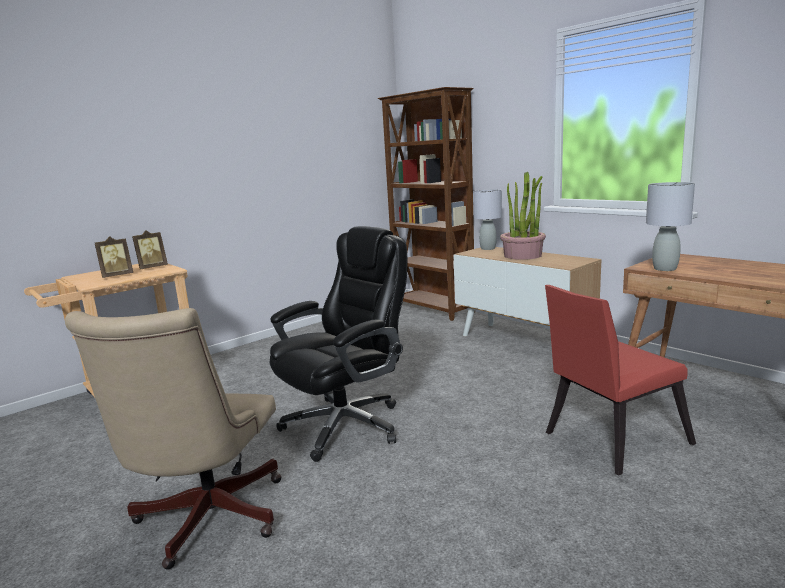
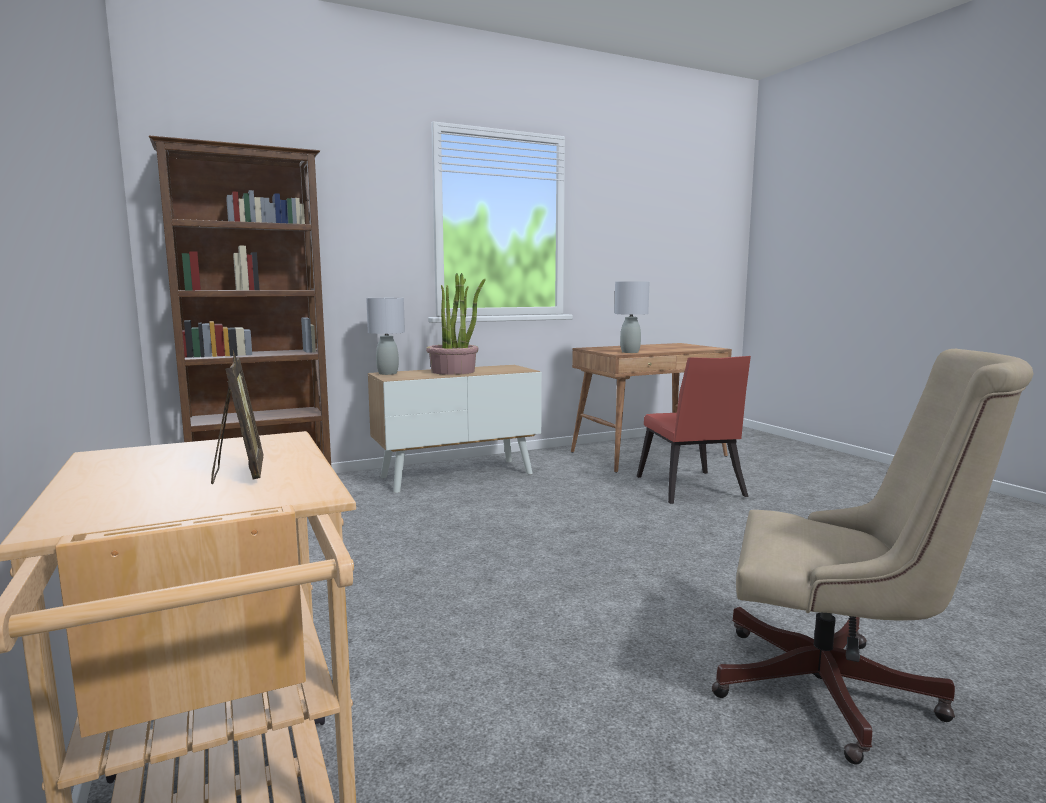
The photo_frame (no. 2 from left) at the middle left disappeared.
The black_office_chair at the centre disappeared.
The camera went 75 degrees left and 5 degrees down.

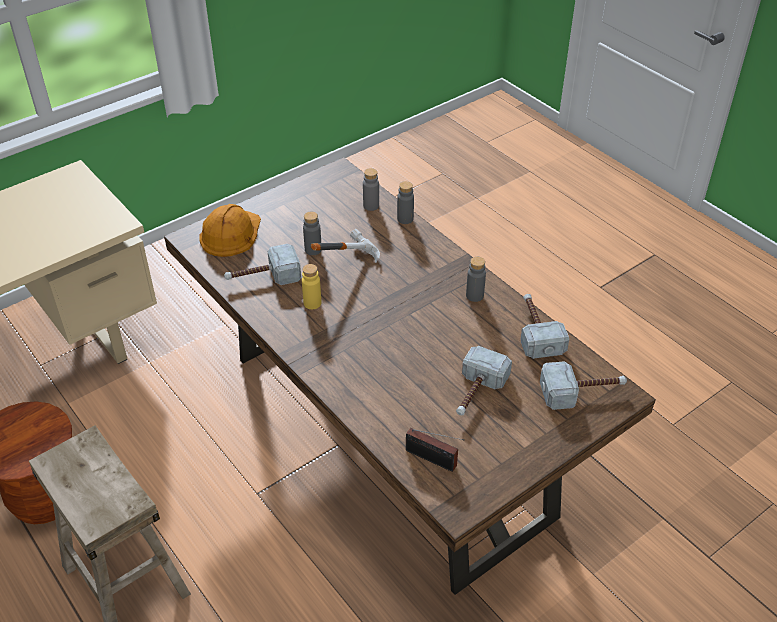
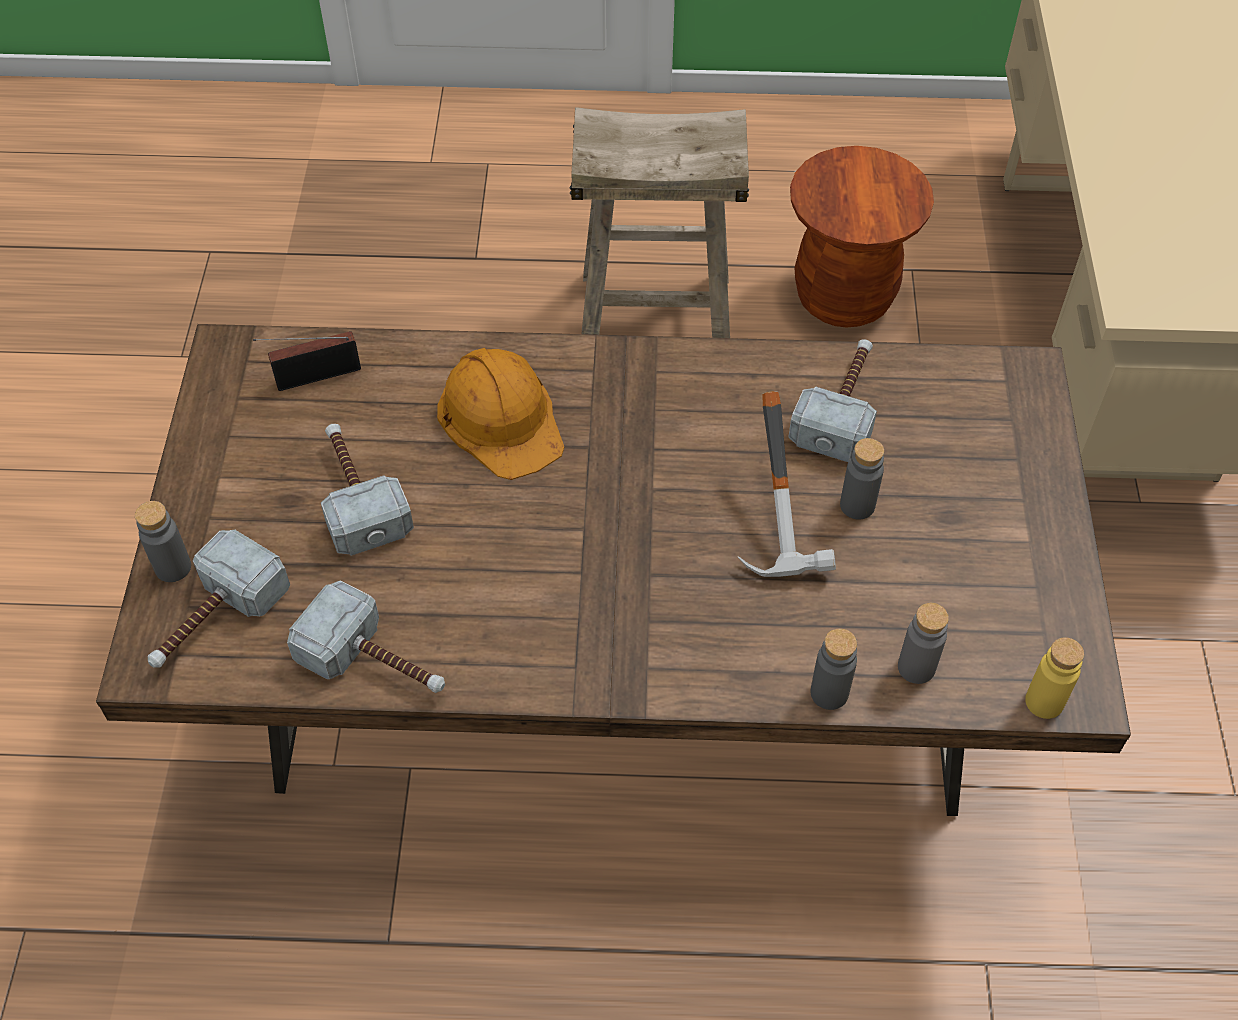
The orange_safety_helmet moved from the middle left to the centre.
The yellow-coloured_drink_bottle moved from the centre to the middle right.
The greyish_drink_bottle (no. 4 from left in the first image) moved from the centre to the middle left.
The camera went 130 degrees right and 10 degrees up.

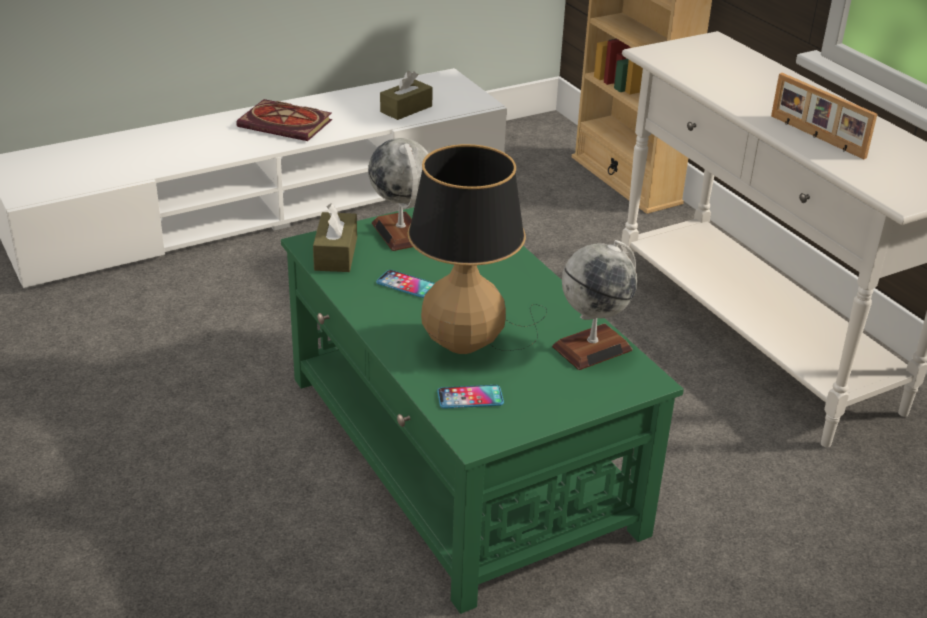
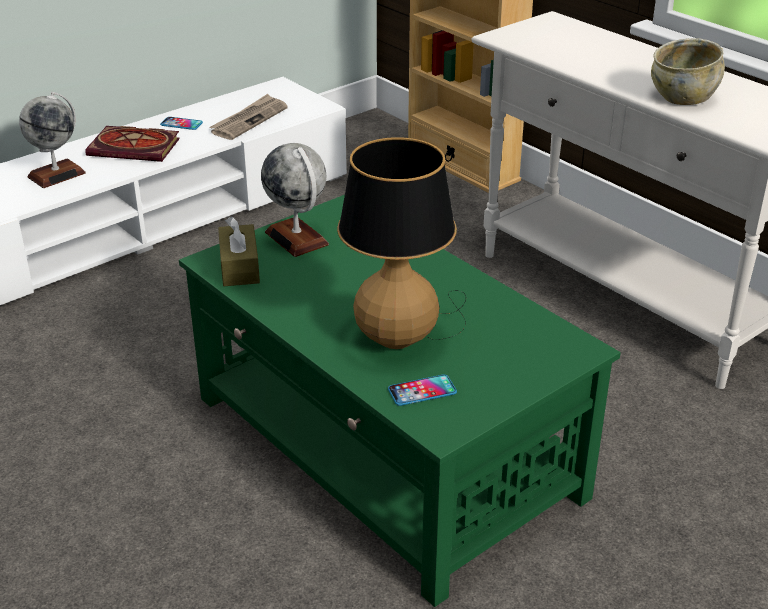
The telephone (no. 1 from left) moved from the centre to the top left.
The brown-coloured_tissue_box (no. 2 from left) at the top centre was replaced by the daily_paper at the top left.
The world_globe (no. 2 from left in the first image) moved from the centre to the top left.
The photo_frame at the top right was replaced by the beige_bowl at the top right.
The camera went 10 degrees left and 0 degrees up.

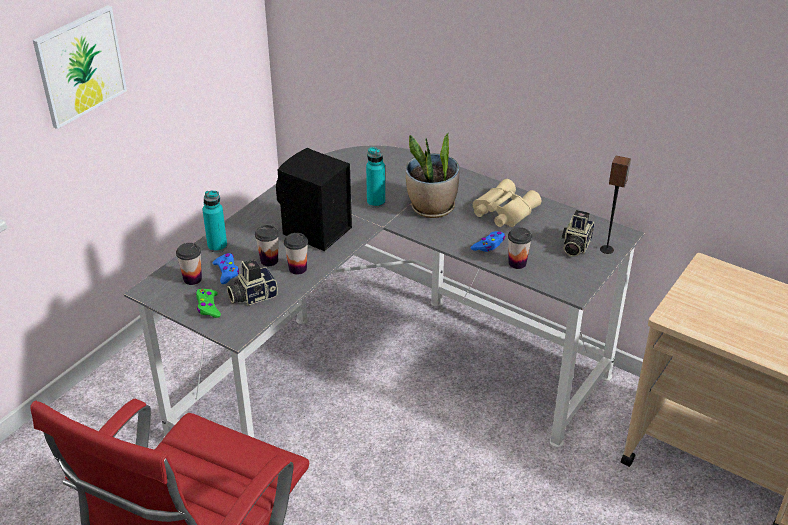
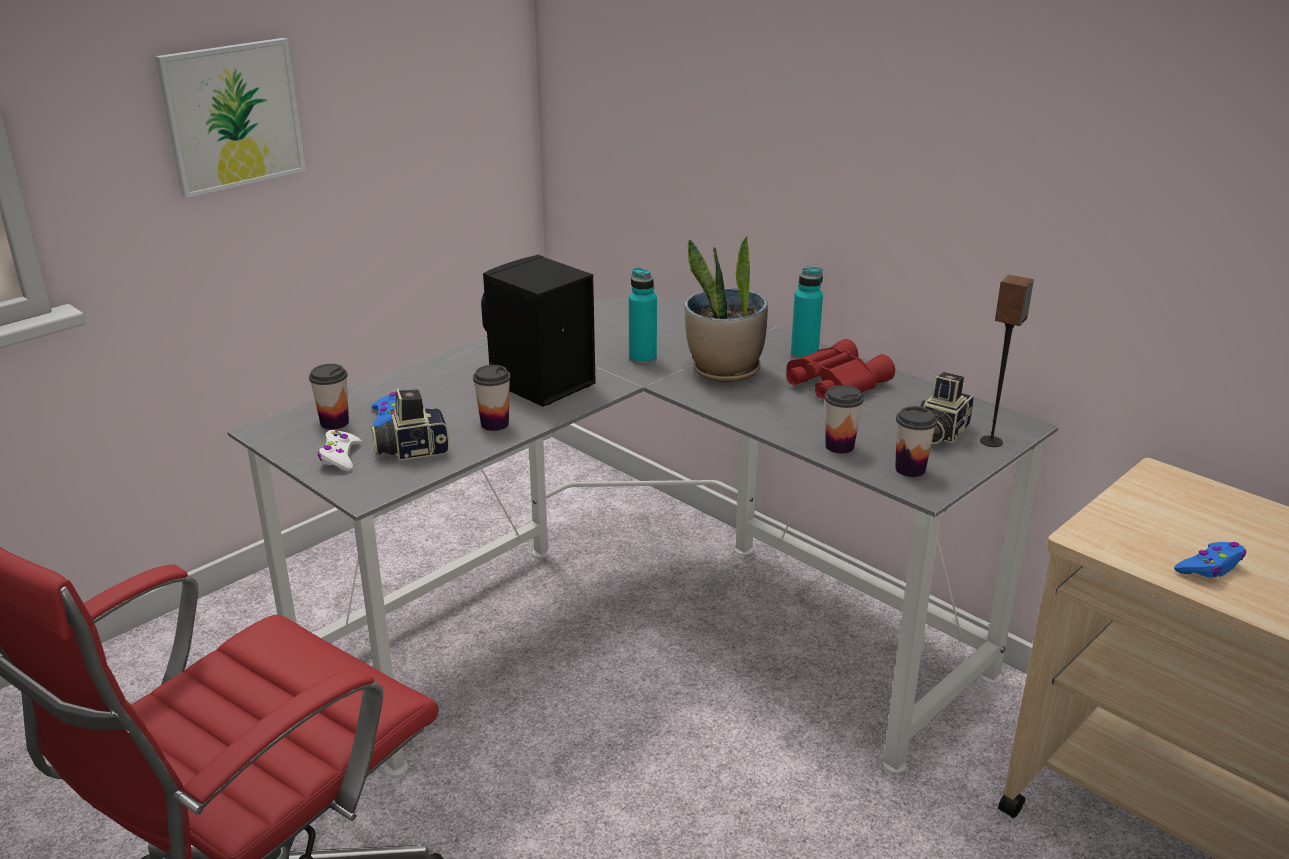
The green-coloured_game_controller at the middle left became the white-coloured_game_controller at the middle left.
The blue-green_drink_bottle (no. 1 from left in the first image) moved from the middle left to the centre.
The small_cup (no. 2 from left in the first image) moved from the centre to the middle right.
The bluish_game_controller (no. 2 from left) moved from the centre to the middle right.
The beige_pair_of_binoculars at the centre became the red-coloured_pair_of_binoculars at the centre.
The camera went 10 degrees right and 10 degrees down.

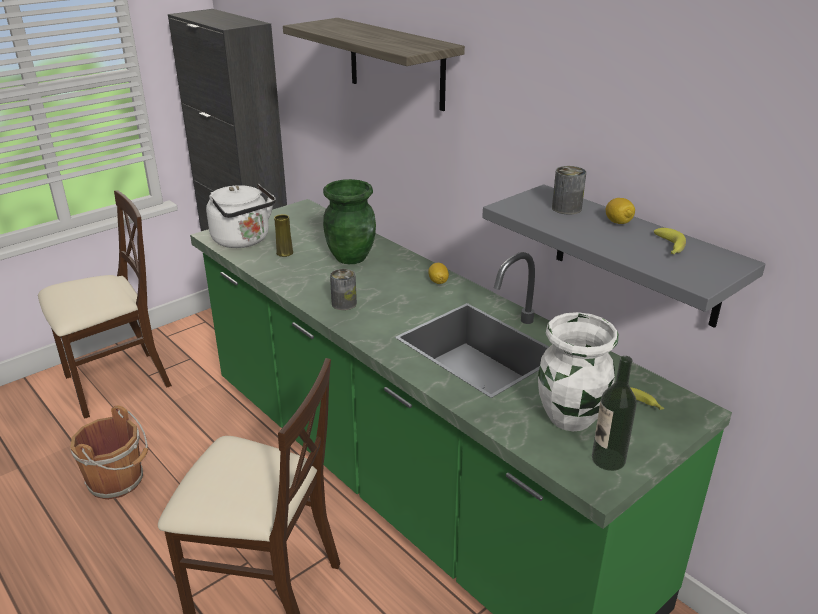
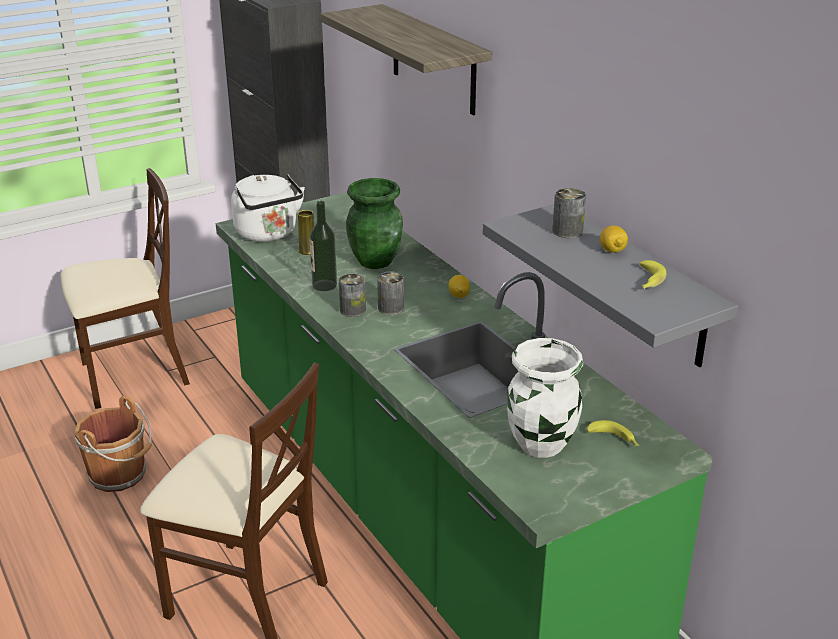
The drink_bottle moved from the bottom right to the centre.
The sealed_can (no. 2 from left) at the centre appeared.
The camera went 10 degrees right and 0 degrees up.

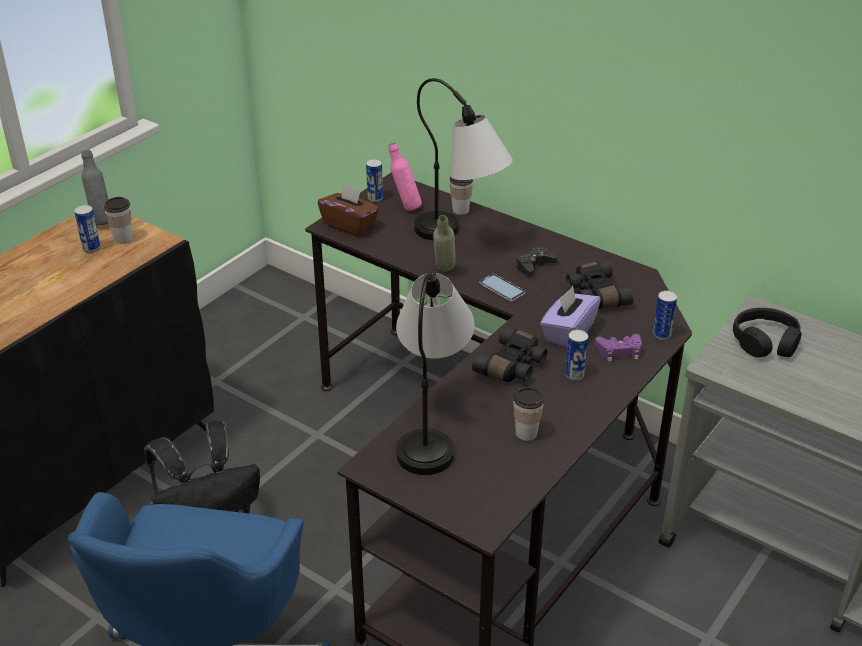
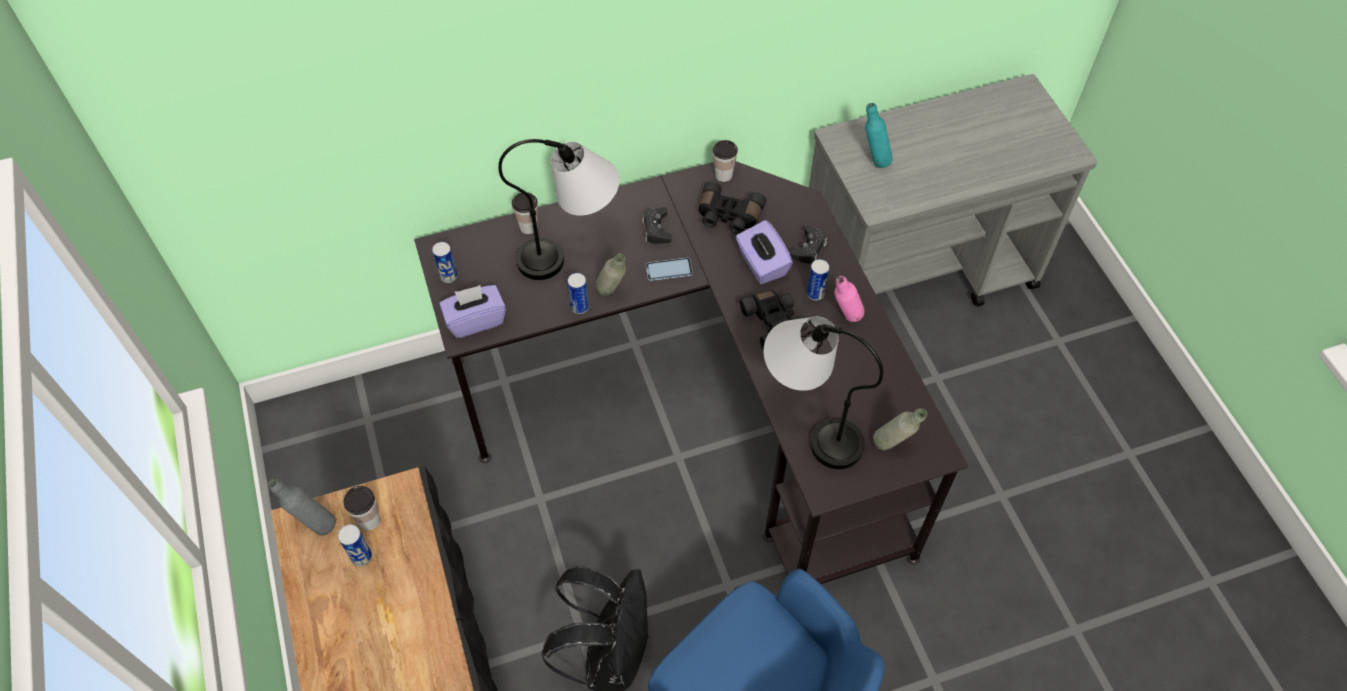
The brown-coloured_tissue_box at the top centre became the purple_tissue_box (no. 1 from left) at the centre.
The pink_drink_bottle moved from the top centre to the centre.
The small_cup (no. 3 from left) moved from the centre to the top centre.
The purple_game_controller at the middle right became the black_game_controller (no. 2 from left) at the centre.
The sealed_can (no. 4 from left in the first image) moved from the middle right to the centre.
The black_headphones at the middle right was replaced by the blue-green_drink_bottle at the top centre.
The greyish_drink_bottle (no. 3 from left) at the middle right appeared.
The camera went 55 degrees left and 20 degrees up.

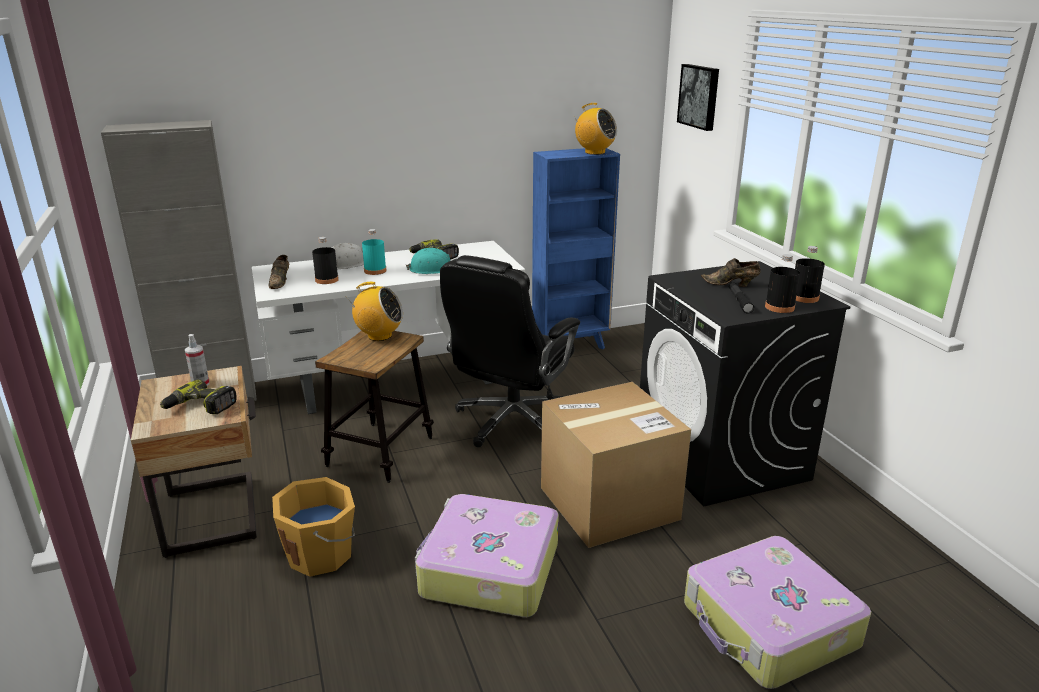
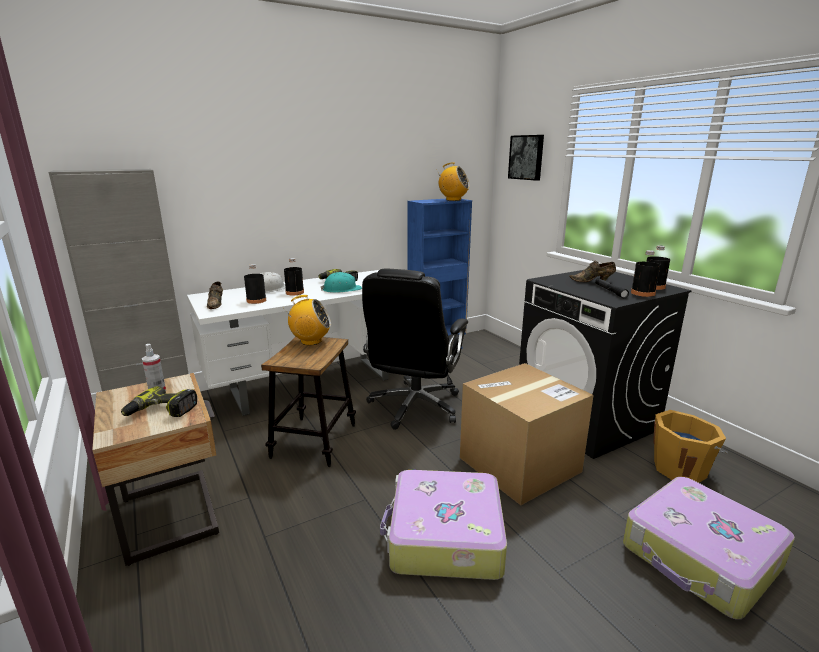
The orange_pail moved from the bottom left to the bottom right.
The blue-green_drink_bottle at the centre became the black_drink_bottle (no. 2 from left) at the centre.
The camera went 10 degrees left and 5 degrees down.

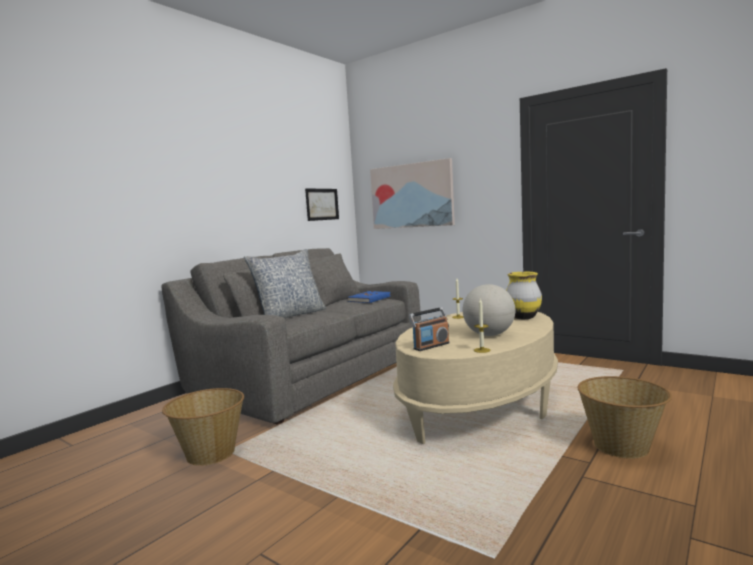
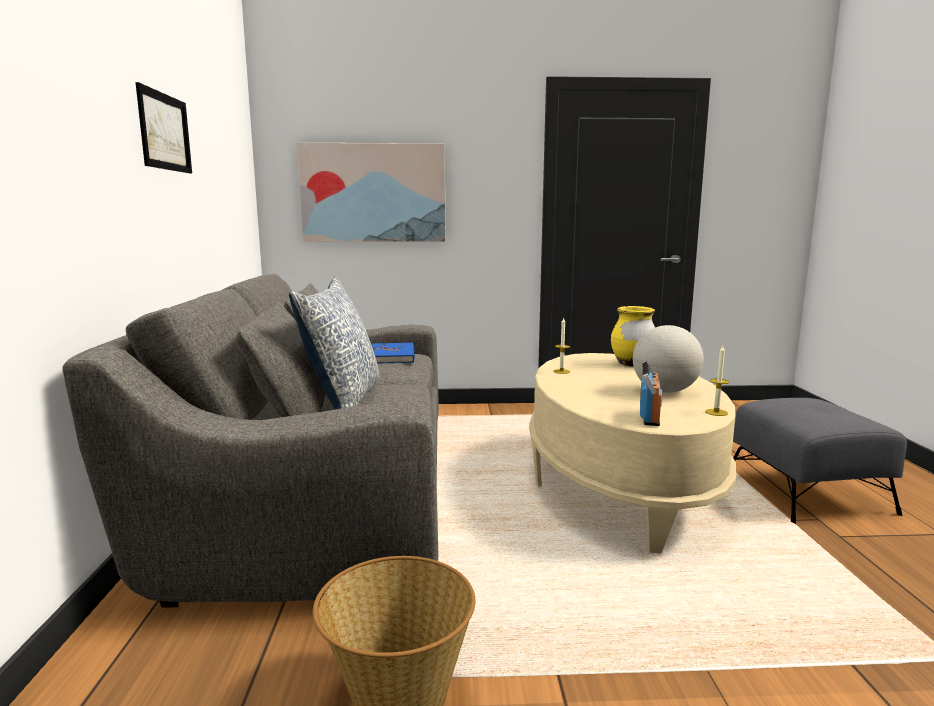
The picture (no. 1 from left) moved from the centre to the top left.
The basket (no. 2 from left) at the bottom right was replaced by the greyish_pouffe at the middle right.
The camera went 40 degrees left and 5 degrees up.

